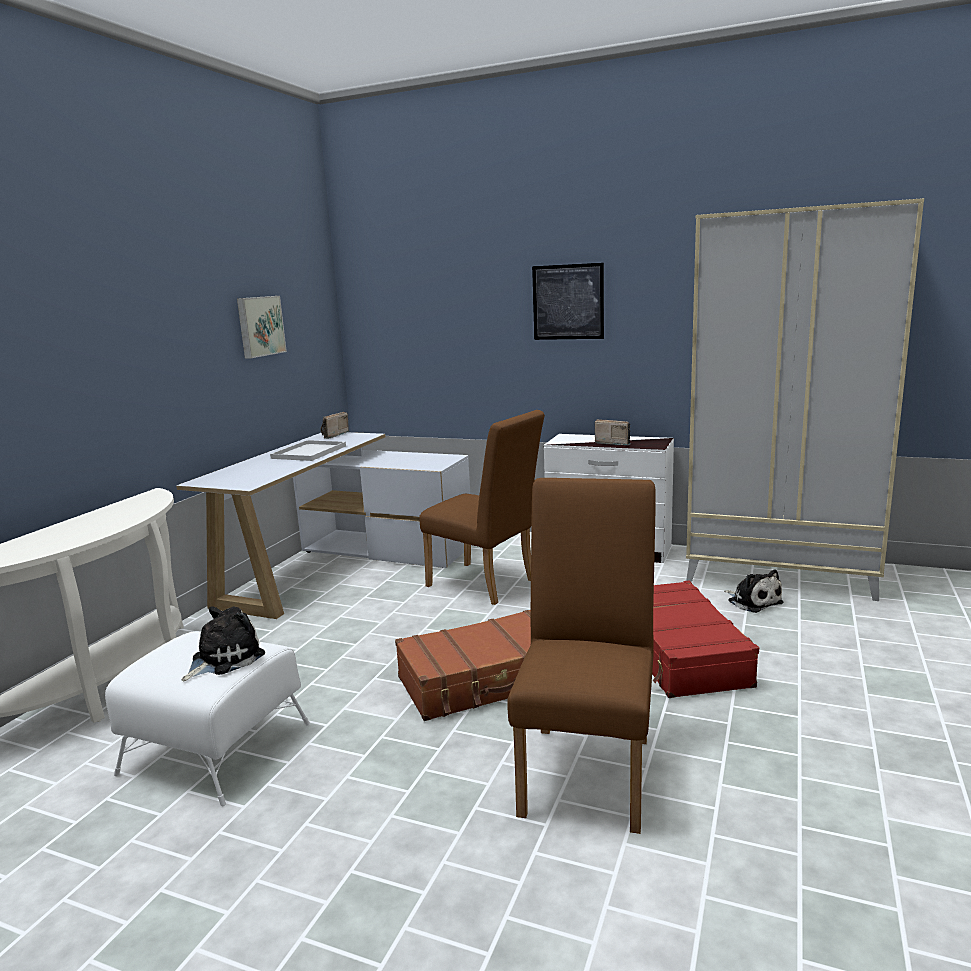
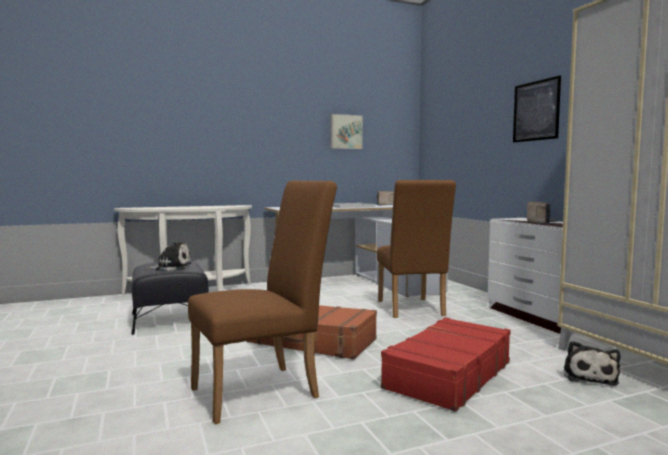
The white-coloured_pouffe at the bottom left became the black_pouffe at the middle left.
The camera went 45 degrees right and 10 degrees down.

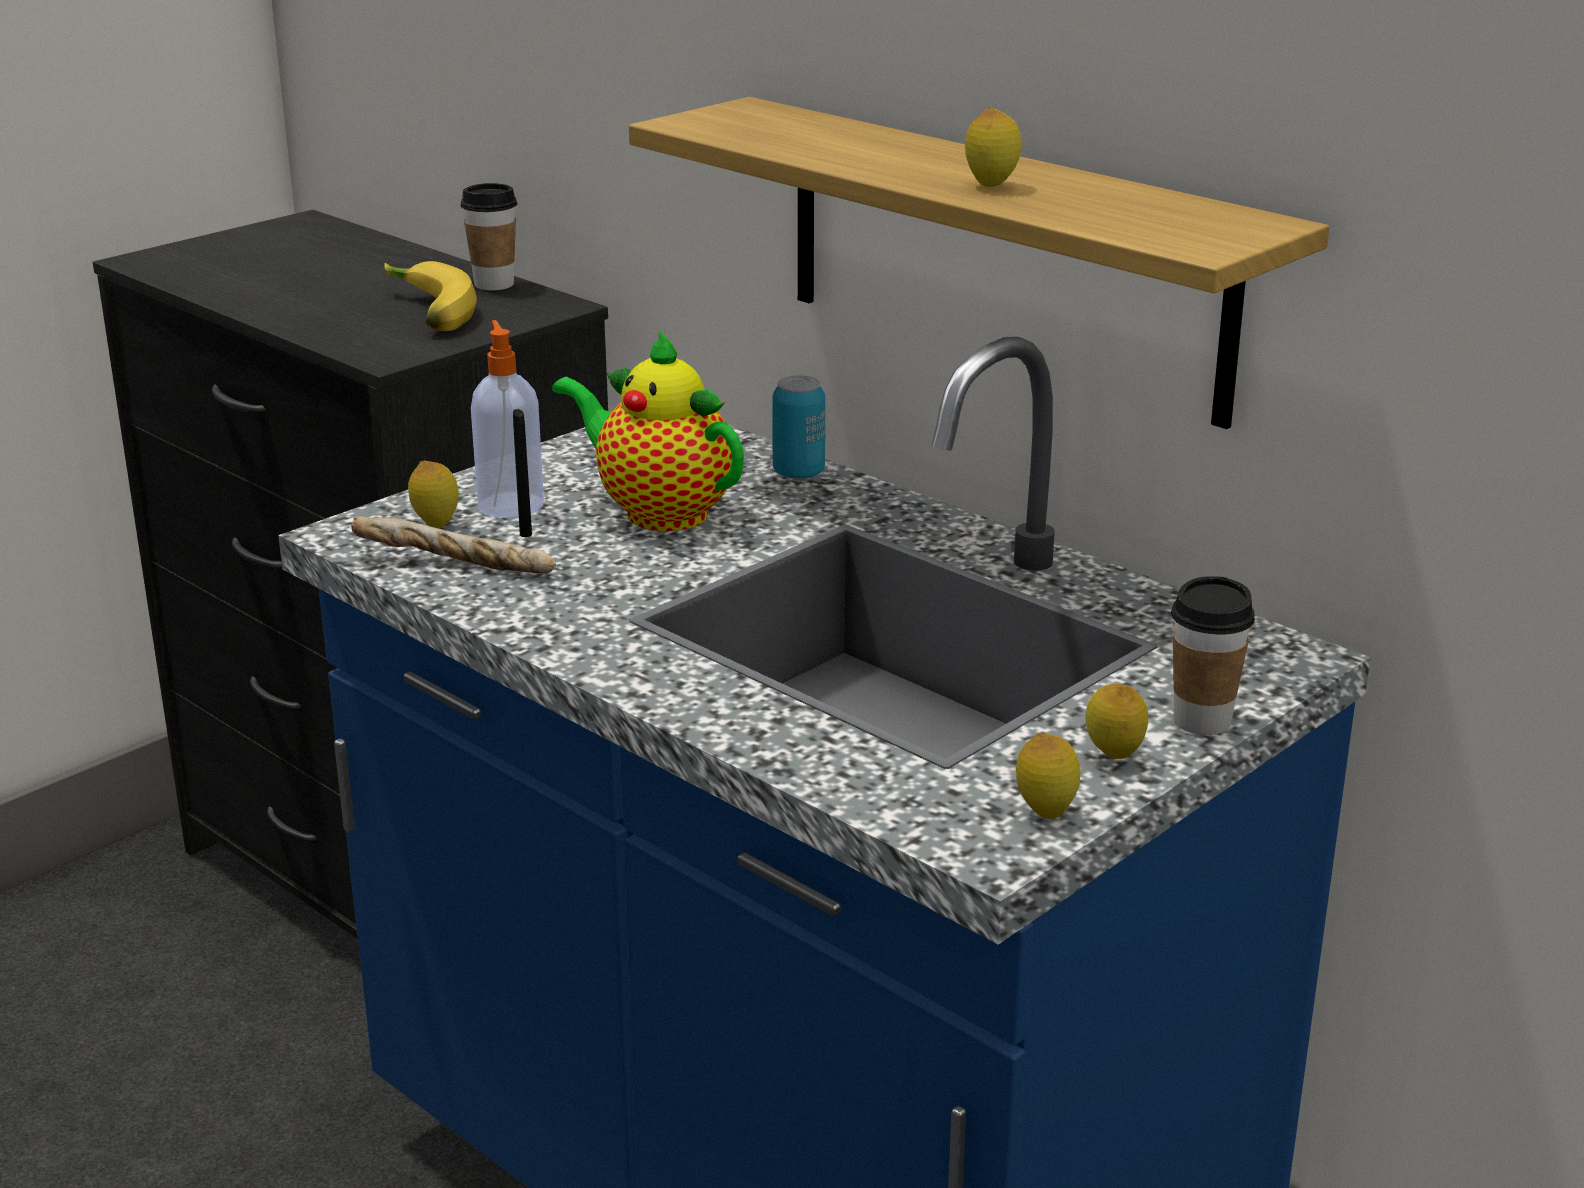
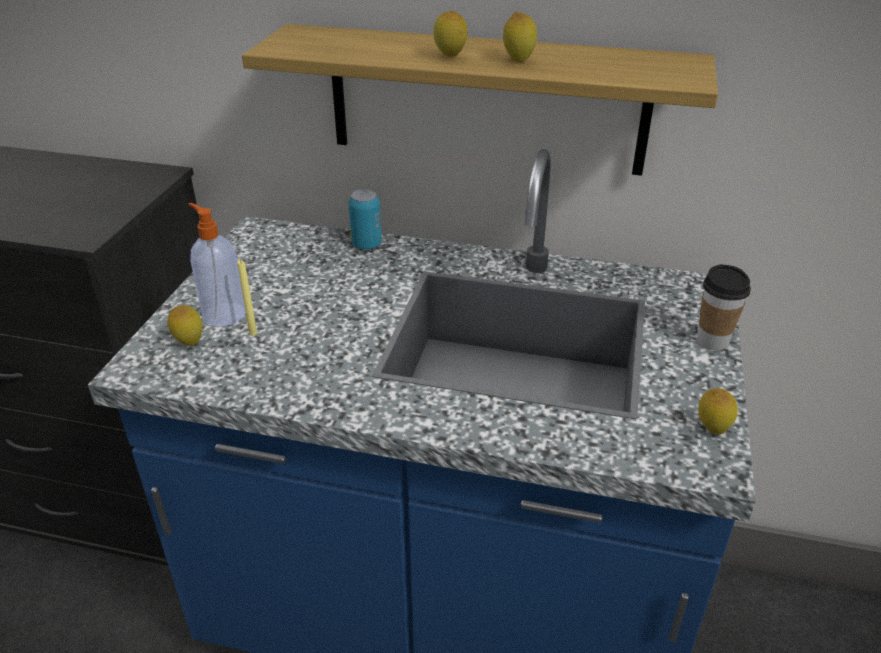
The bread at the middle left disappeared.
The whole_banana at the top left disappeared.
The small_cup (no. 1 from left) at the top left disappeared.
The black_wax_light at the middle left became the yellow-coloured_wax_light at the middle left.
The pot_for_tea at the centre disappeared.
The citrus_fruit (no. 4 from left in the first image) moved from the middle right to the top centre.
The camera went 30 degrees left and 10 degrees up.

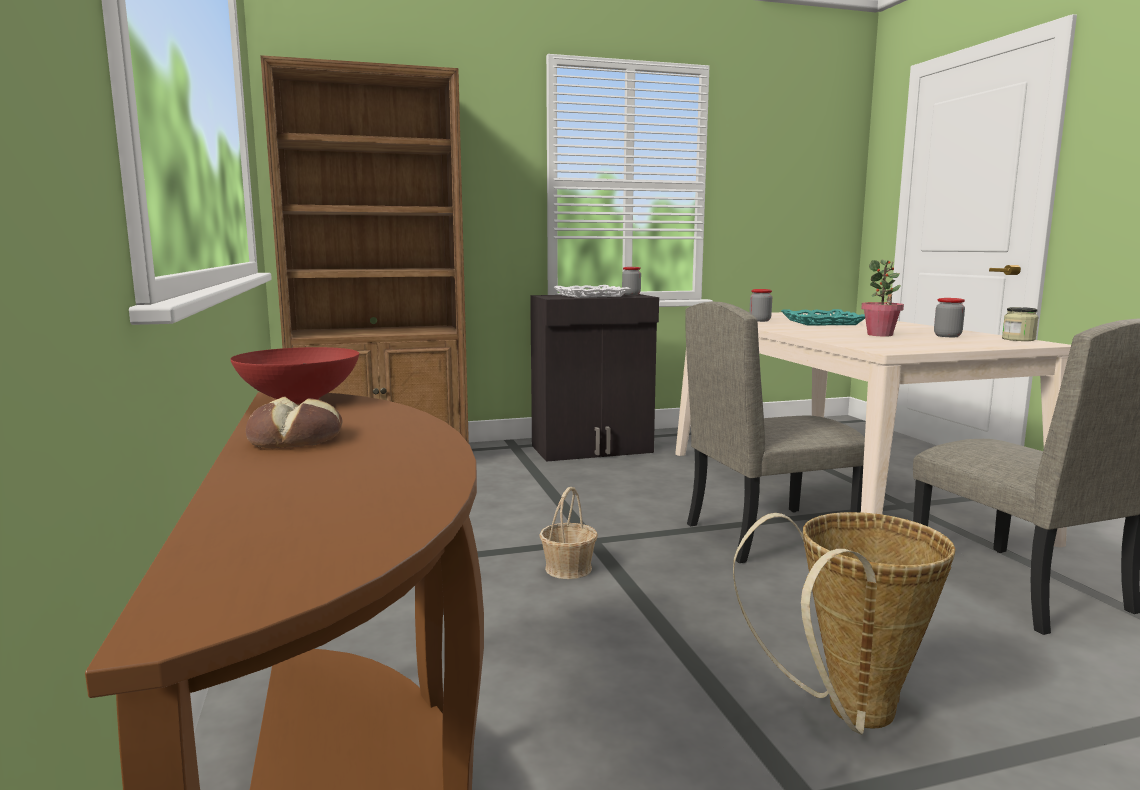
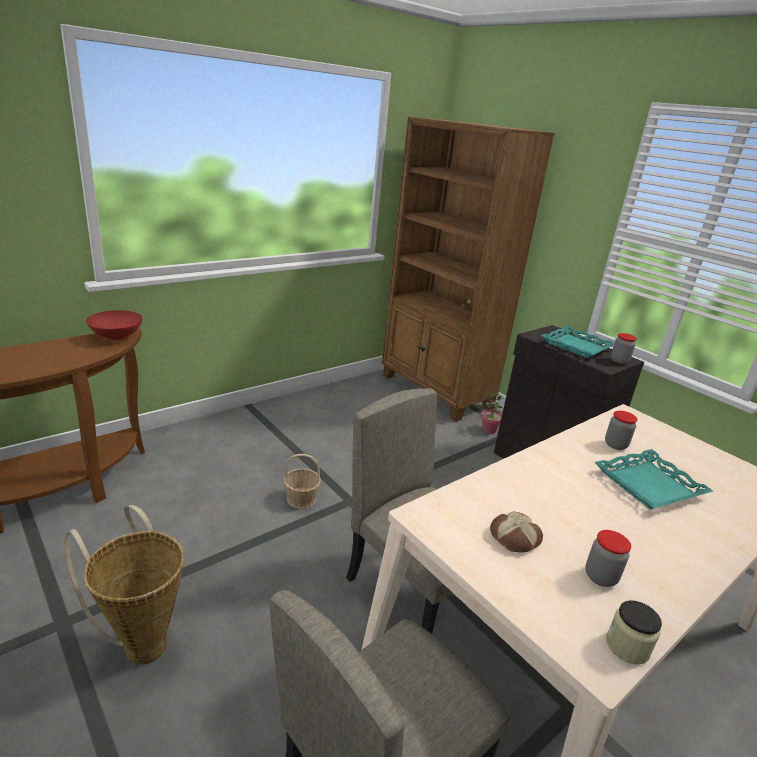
The bread moved from the middle left to the bottom right.
The white-coloured_tray at the centre became the blue-green_tray (no. 1 from left) at the middle right.
The plant_in_a_pot moved from the middle right to the centre.
The camera went 65 degrees right and 15 degrees up.

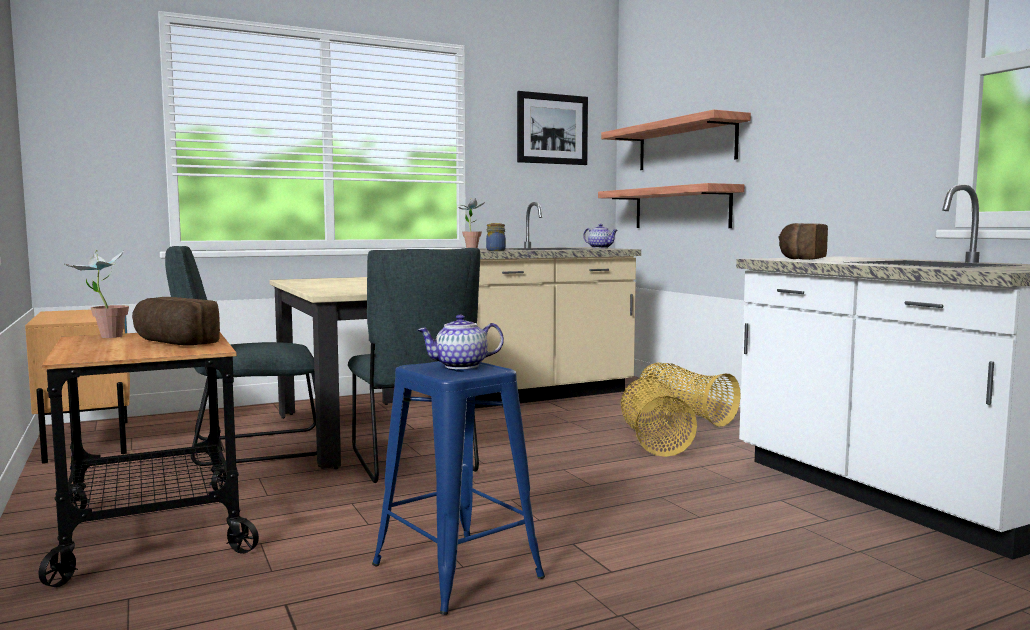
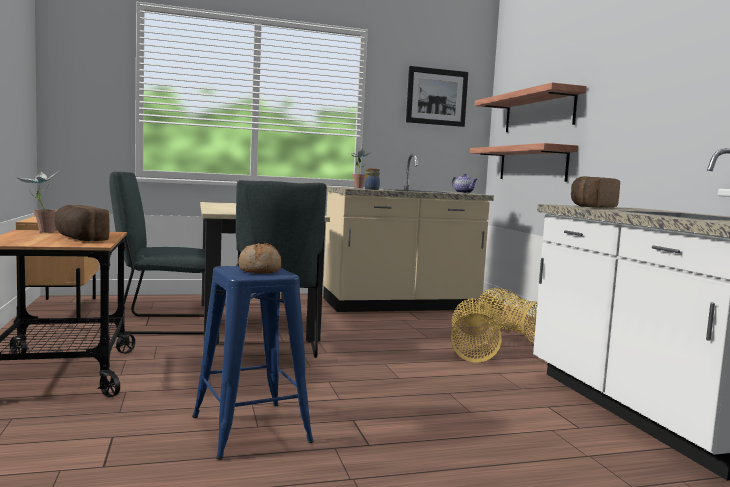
The pot_for_tea (no. 1 from left) at the centre was replaced by the bread (no. 2 from left) at the centre.
The camera went 10 degrees right and 0 degrees up.

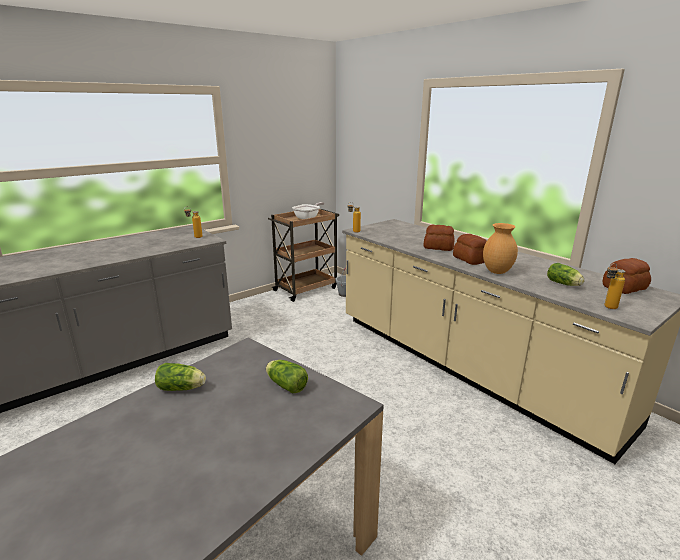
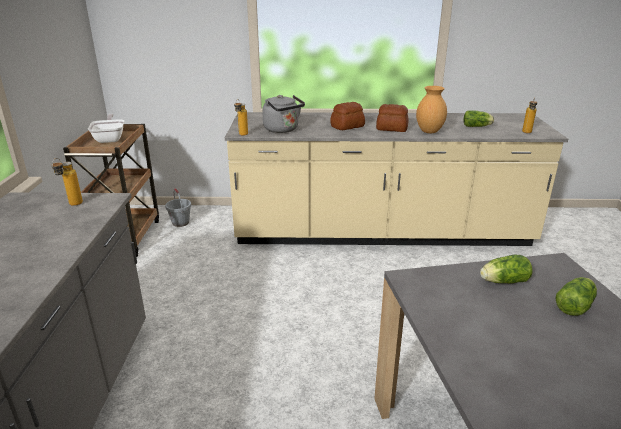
The head_of_lettuce (no. 1 from left in the first image) moved from the bottom left to the bottom right.
The bread (no. 3 from left) at the middle right disappeared.
The greyish_water_kettle at the top centre appeared.
The camera went 50 degrees left and 5 degrees up.

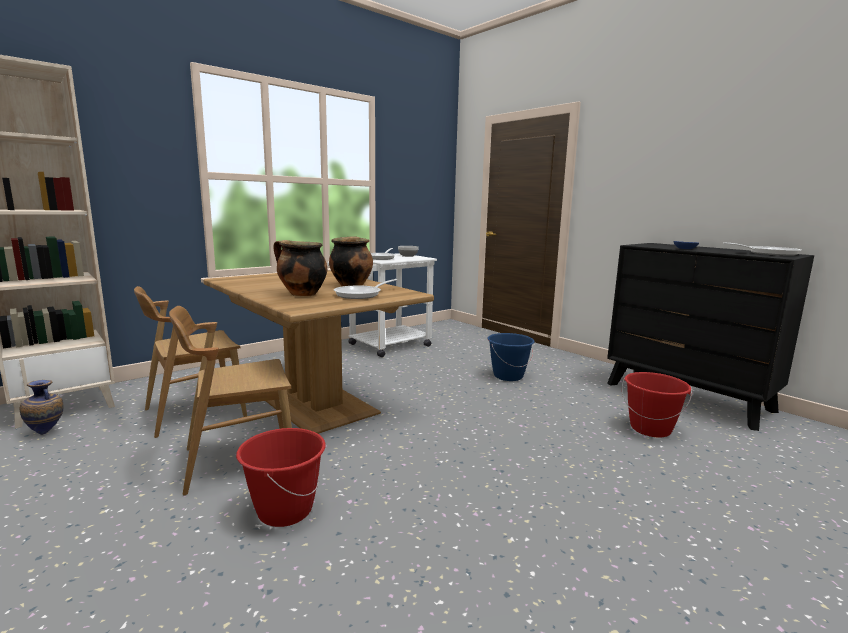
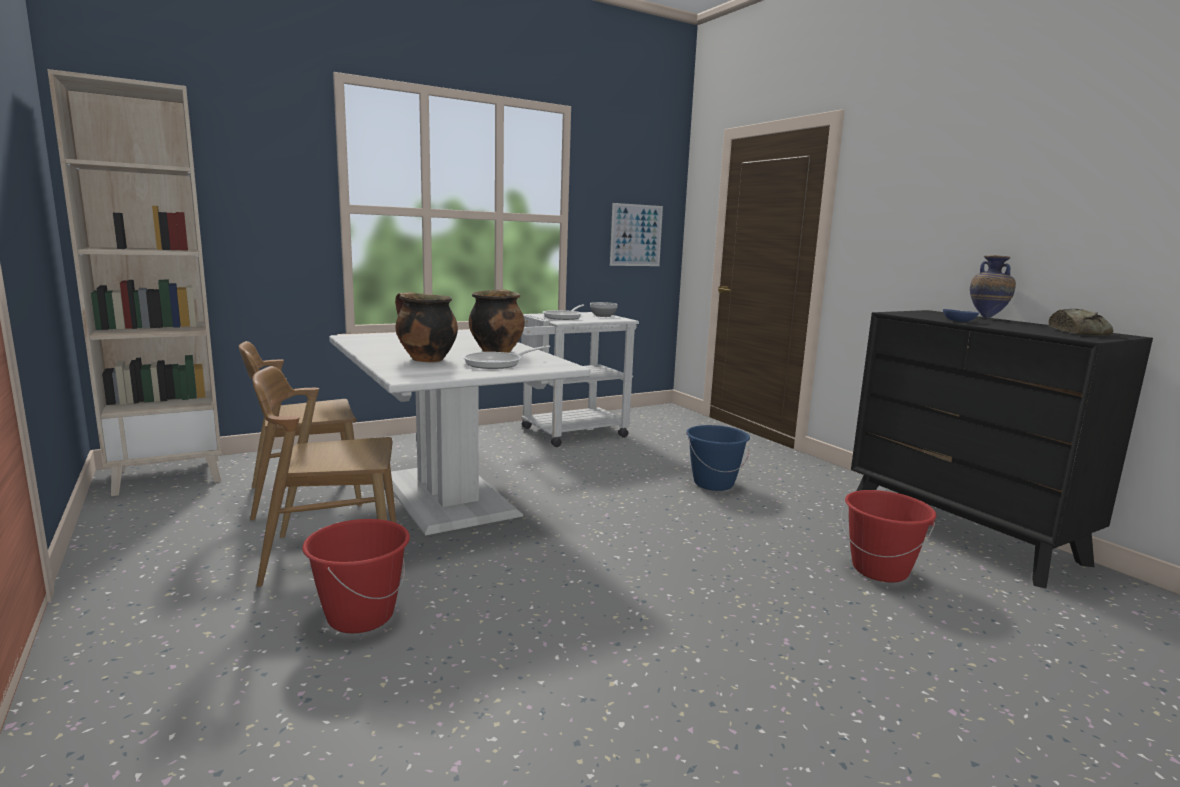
The flower_vase moved from the middle left to the middle right.
The brown-coloured_kitchen_table at the centre became the white-coloured_kitchen_table at the centre.
The pan (no. 3 from left) at the middle right was replaced by the bread at the middle right.
The picture at the top centre appeared.
The camera went 10 degrees right and 0 degrees up.

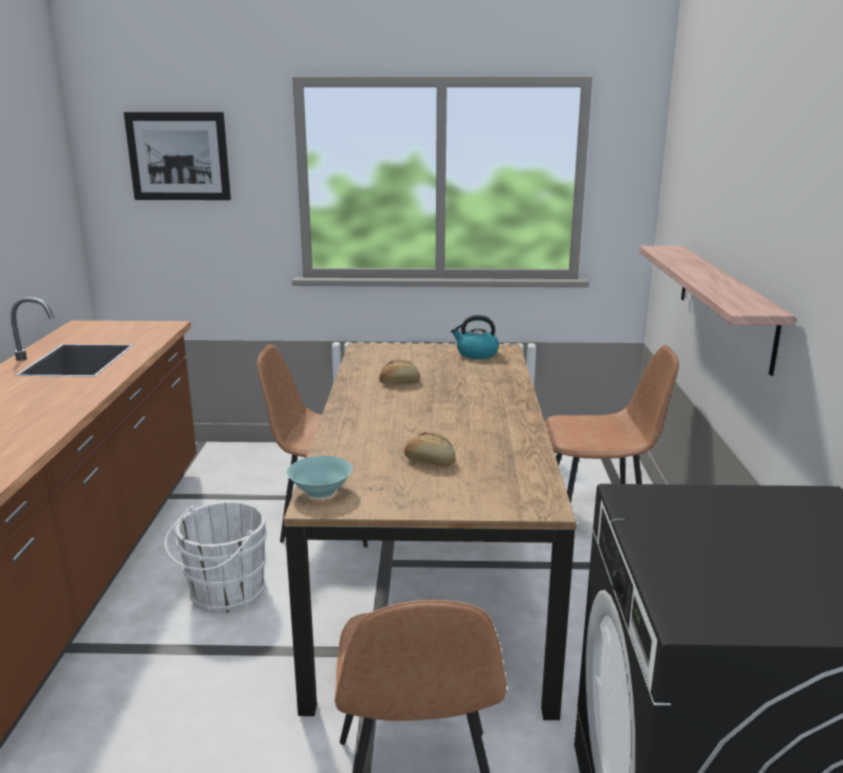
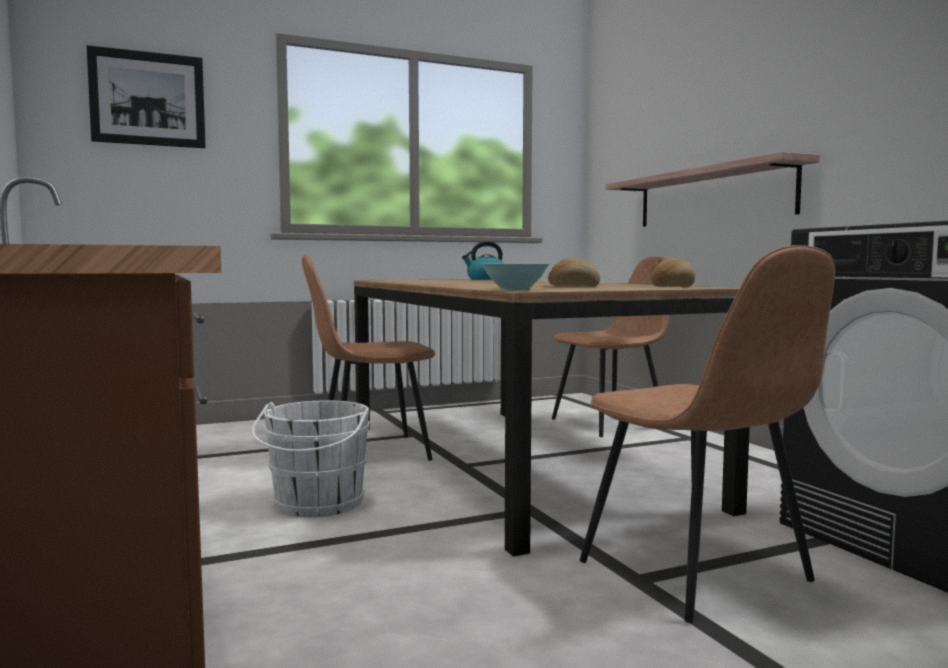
The bread (no. 1 from left in the first image) moved from the centre to the middle right.
The camera went 25 degrees left and 15 degrees down.

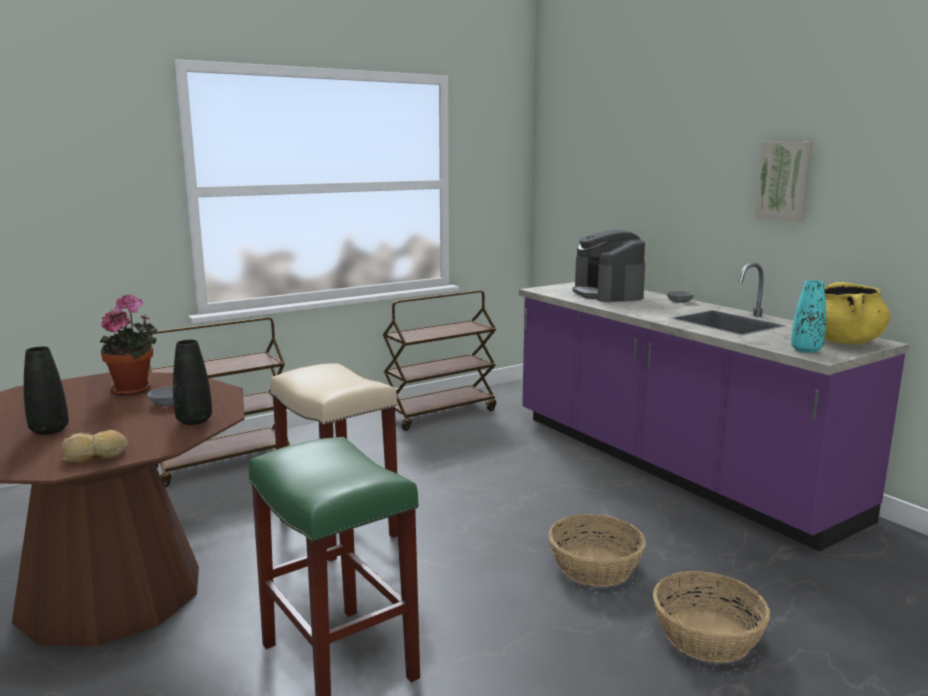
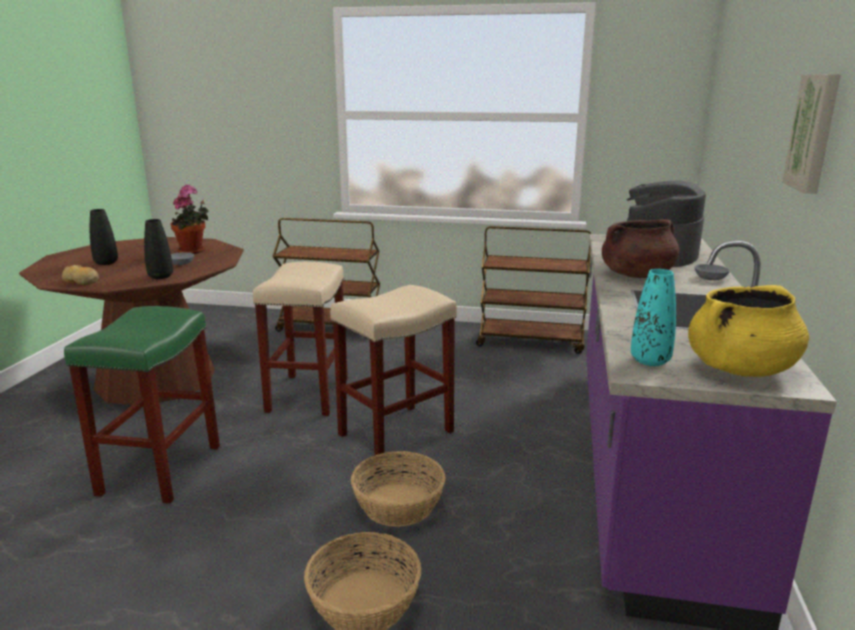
The beige_stool_seat (no. 2 from left) at the centre appeared.
The brown-coloured_cooking_pot at the middle right appeared.
The camera went 45 degrees right and 5 degrees up.

